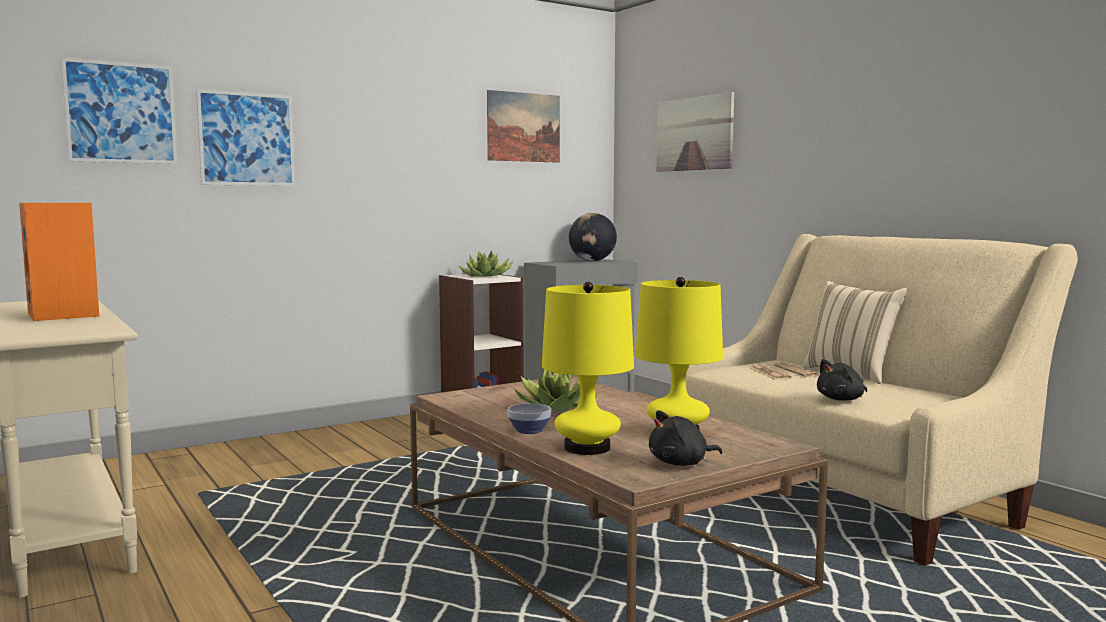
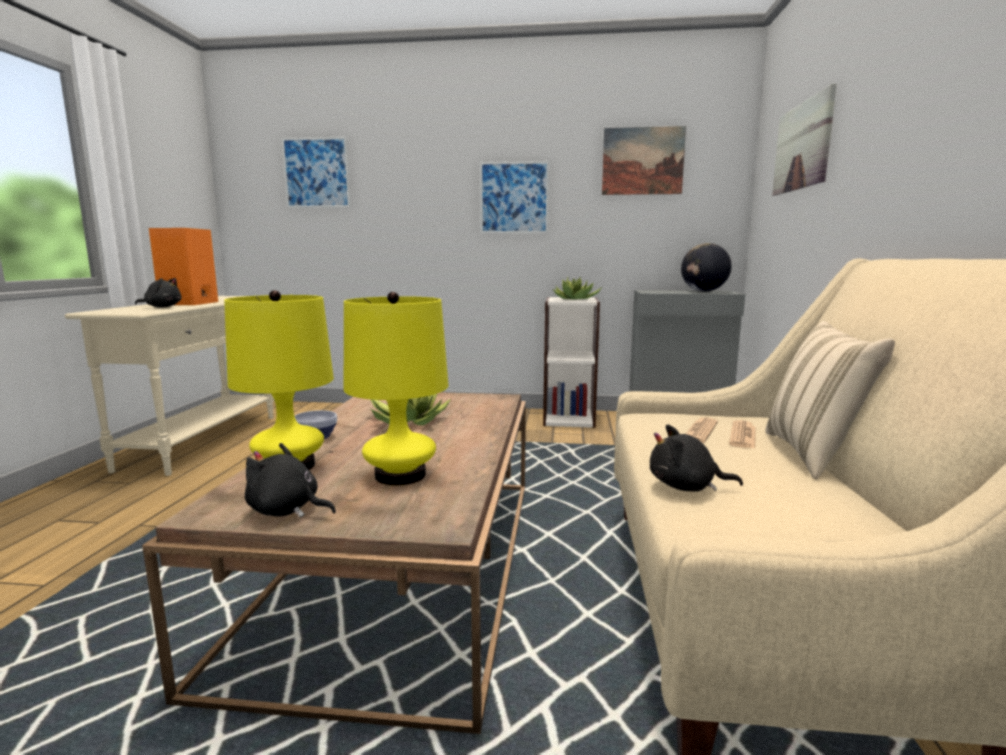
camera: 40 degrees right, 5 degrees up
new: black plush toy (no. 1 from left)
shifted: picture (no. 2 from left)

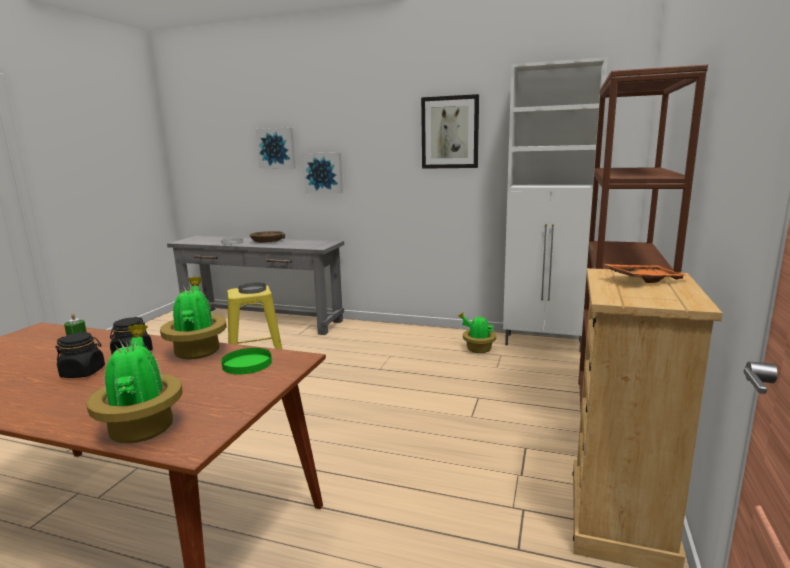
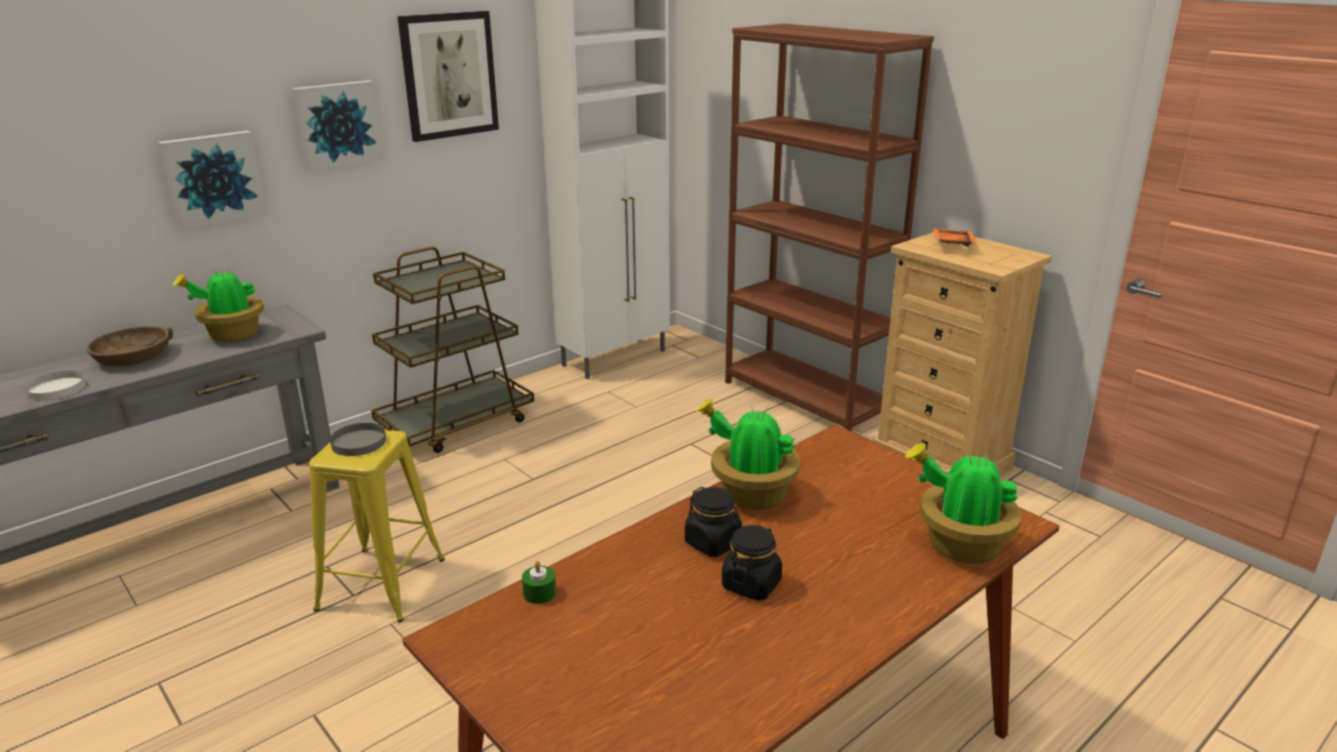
camera: 60 degrees left, 10 degrees up
gone: green plate
new: brown cart
shifted: potted plant (no. 3 from left in the first image) to potted plant (no. 1 from left); picture (no. 1 from left in the first image) to picture (no. 2 from left)

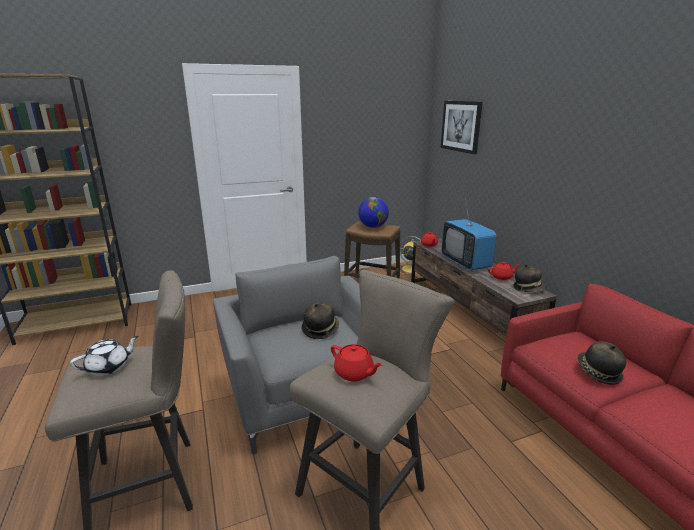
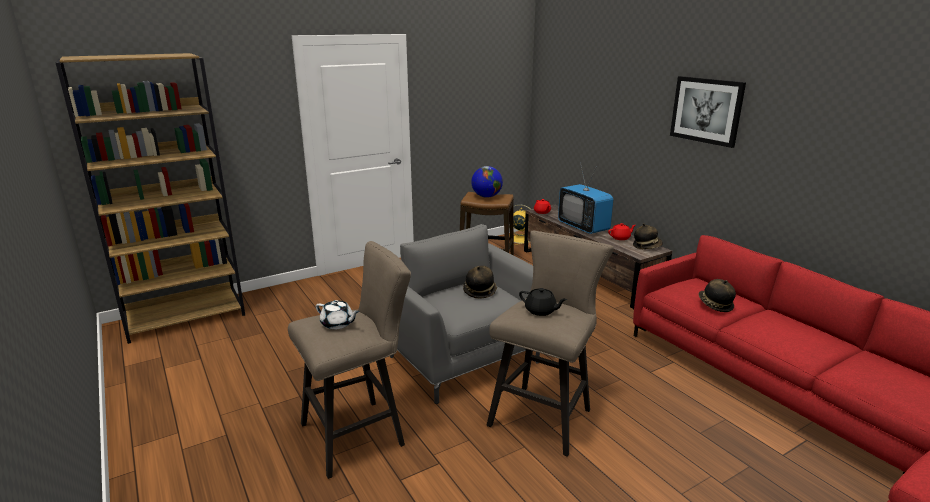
camera: 10 degrees left, 0 degrees up
shifted: picture
repainted: red teapot (no. 1 from left) to black teapot
rotated: white teapot 75 degrees clockwise

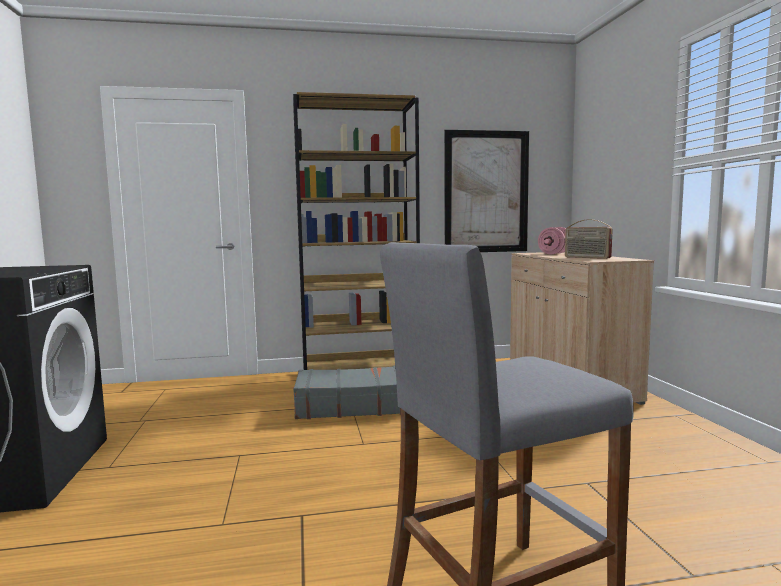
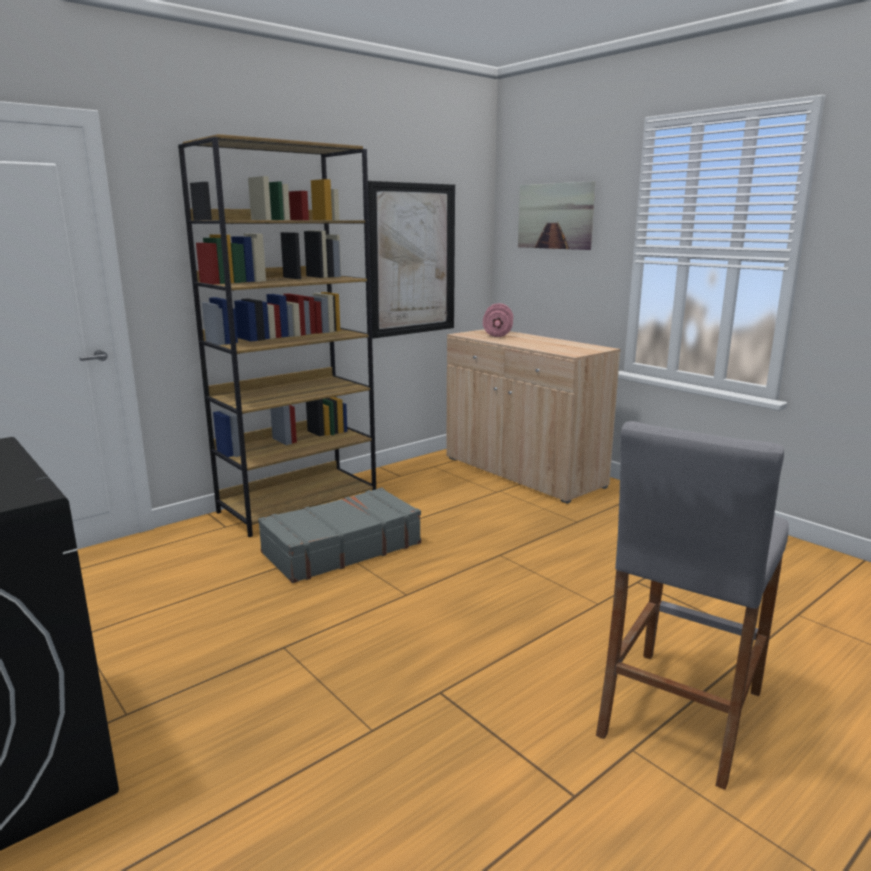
camera: 30 degrees left, 10 degrees up
gone: radio
new: picture (no. 2 from left)

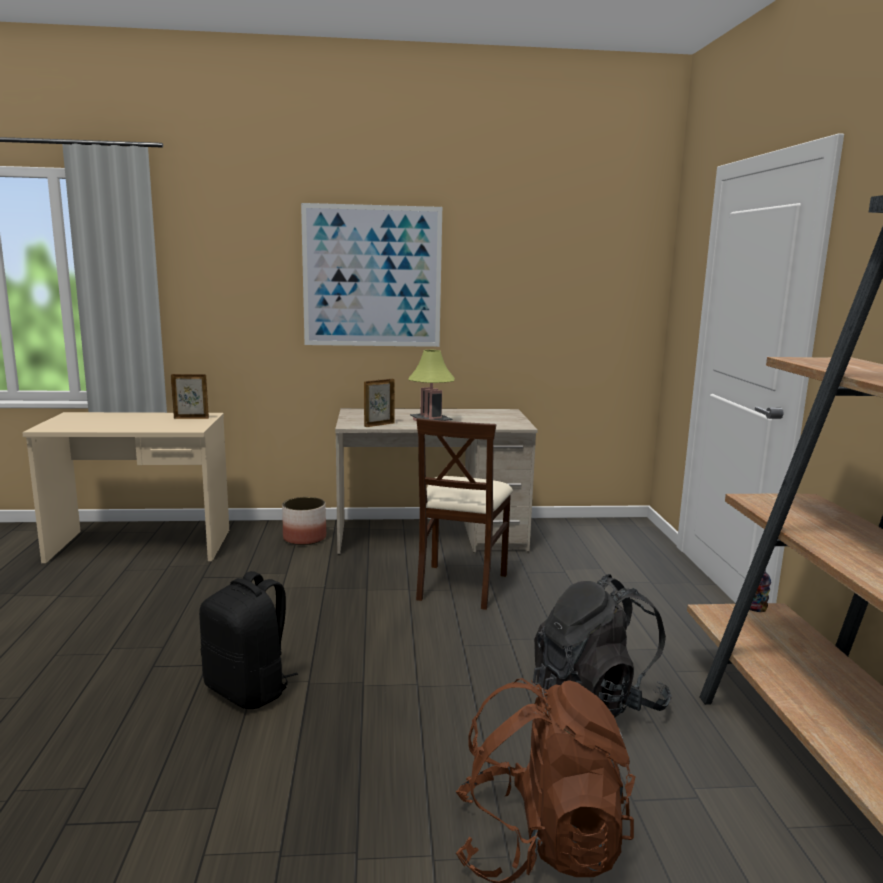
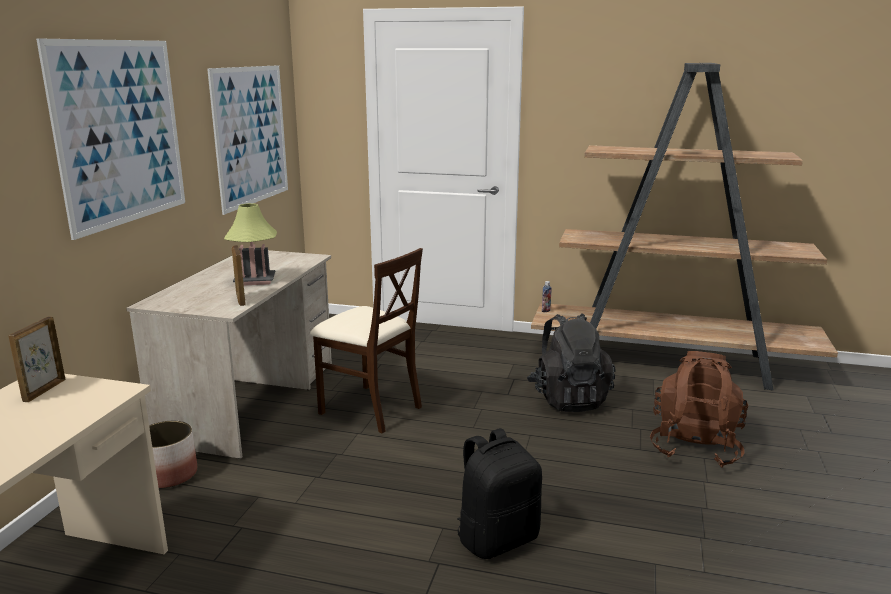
camera: 70 degrees left, 5 degrees up
new: picture (no. 2 from left)

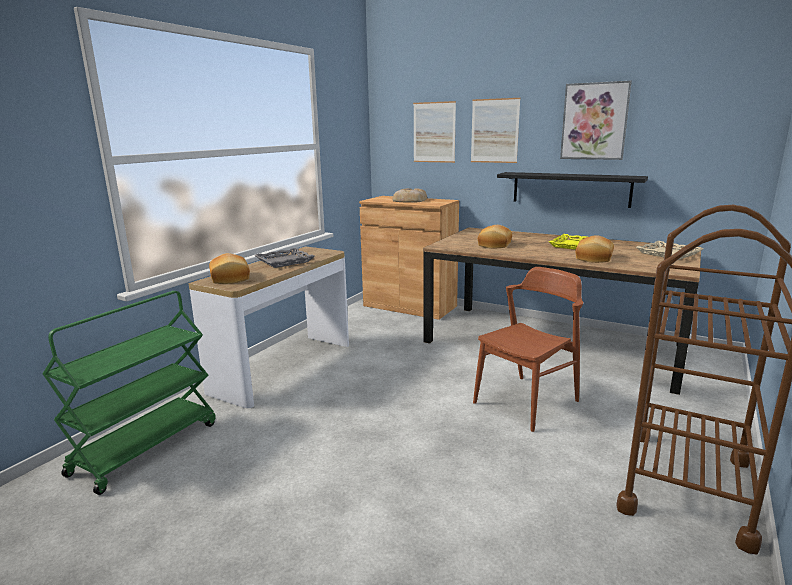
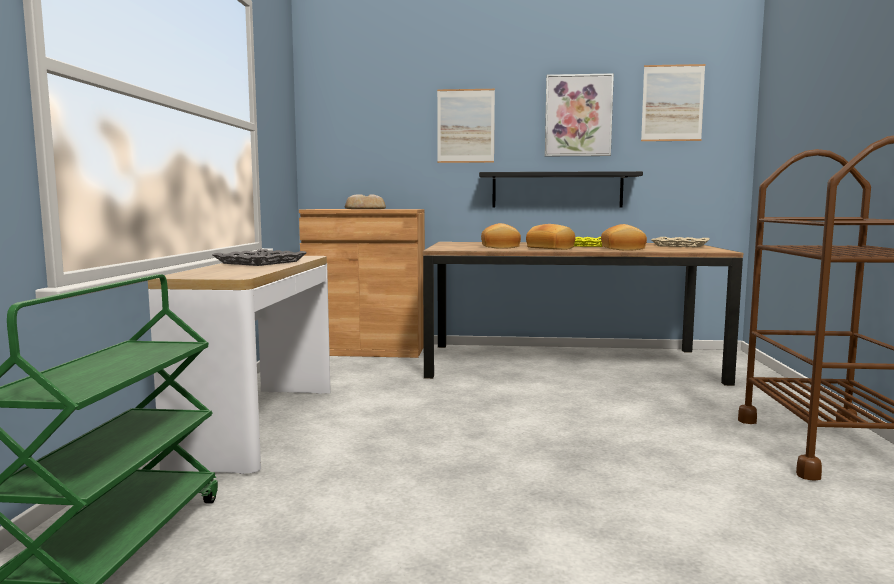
camera: 25 degrees left, 10 degrees down
gone: brown chair
shifted: bread (no. 1 from left in the first image) to bread (no. 3 from left); picture (no. 1 from left in the first image) to picture (no. 3 from left)

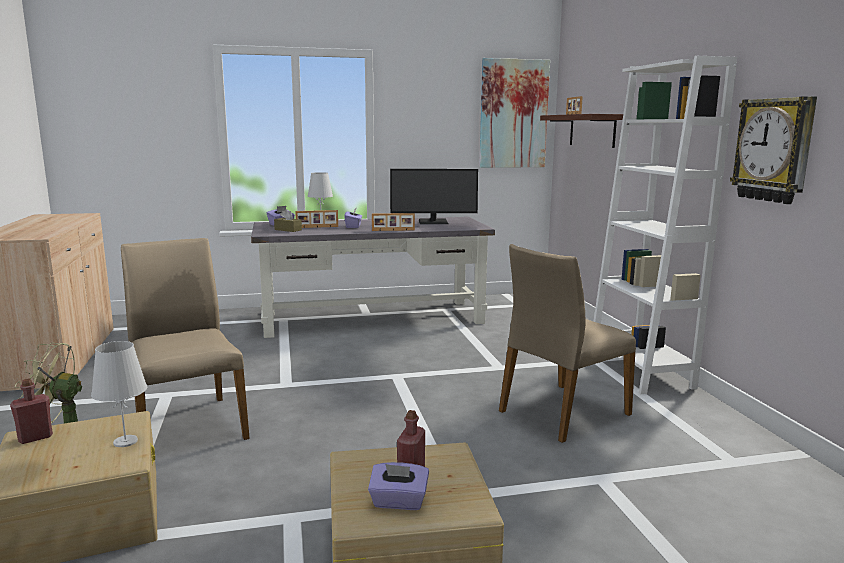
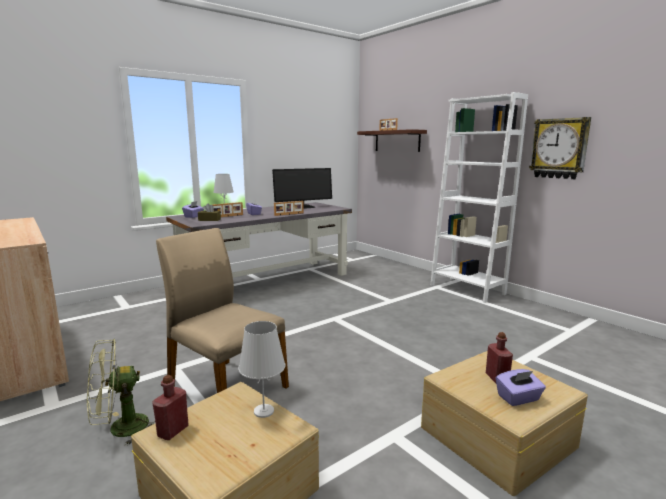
camera: 25 degrees left, 0 degrees up
gone: picture; beige chair (no. 2 from left)

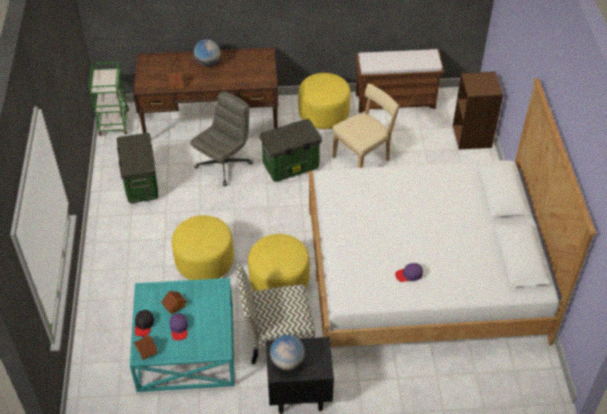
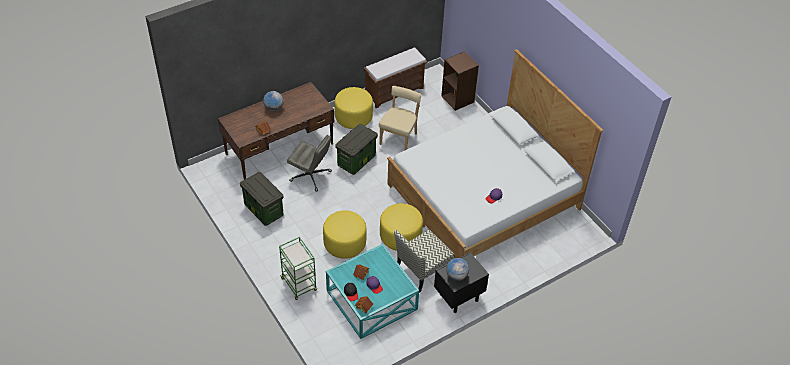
camera: 30 degrees left, 0 degrees up
shifted: green cart
rotated: grey office chair 105 degrees clockwise

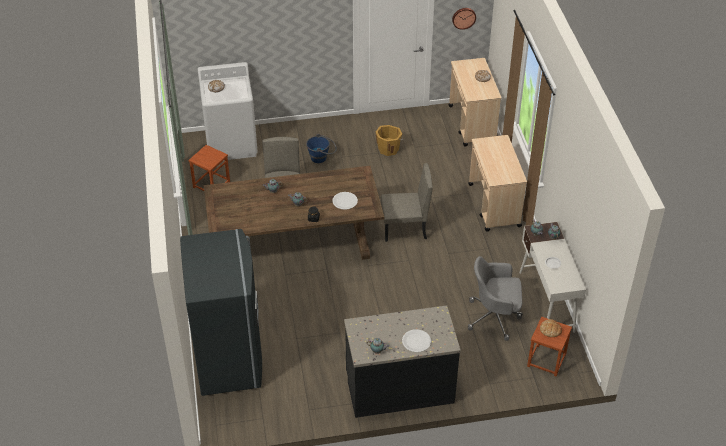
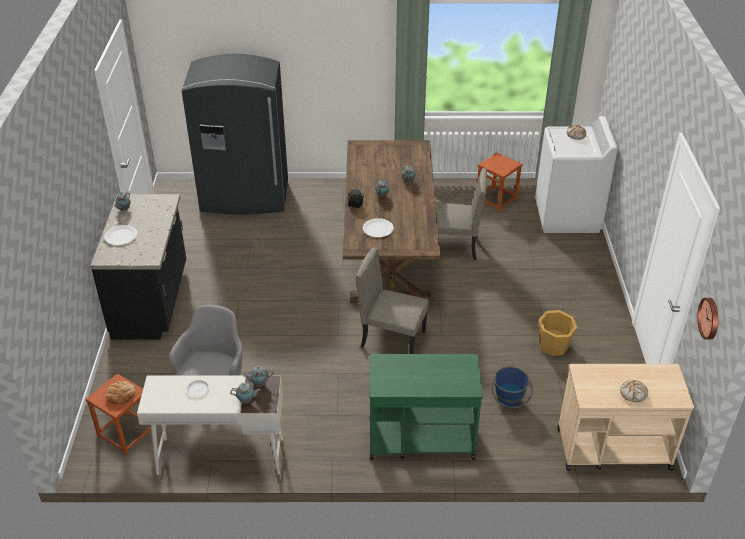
camera: 100 degrees right, 5 degrees down
shifted: blue bucket
repainted: beige cart (no. 2 from left) to green cart
rotated: beige chair (no. 2 from left in the first image) 105 degrees clockwise

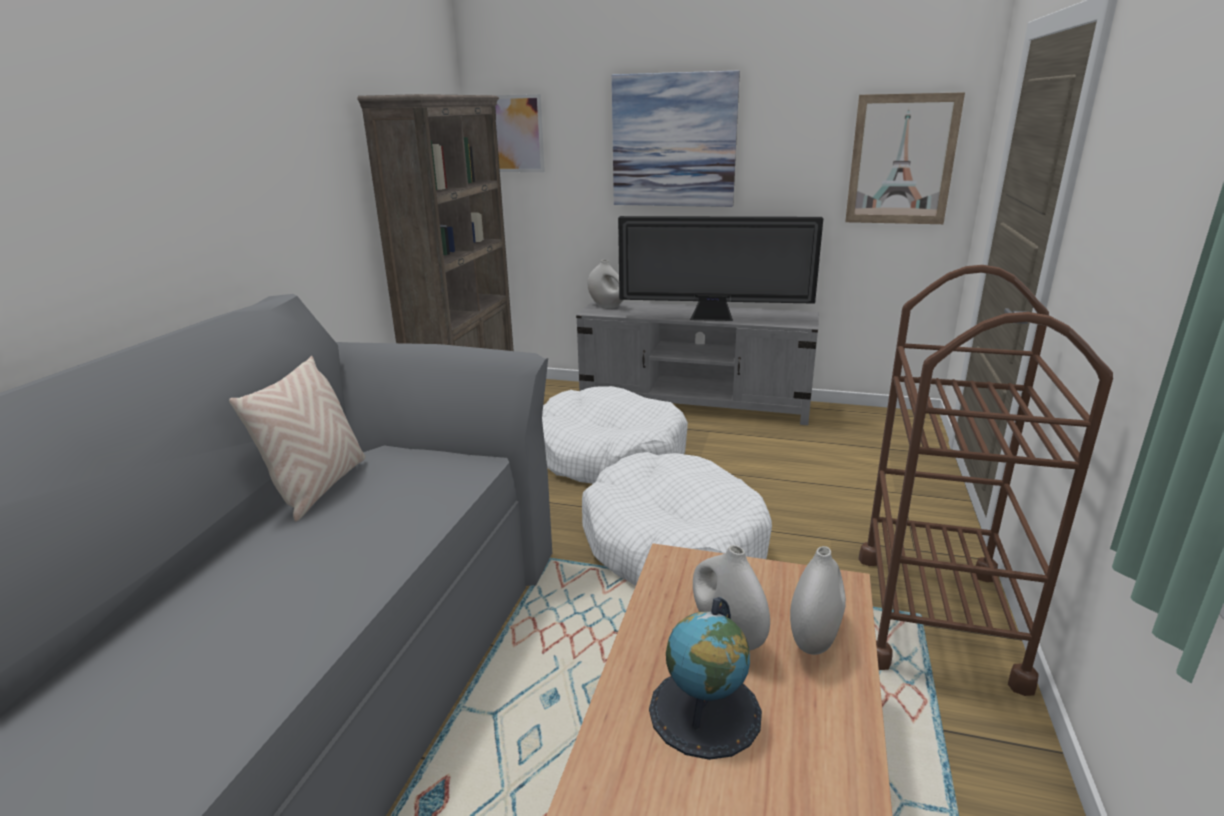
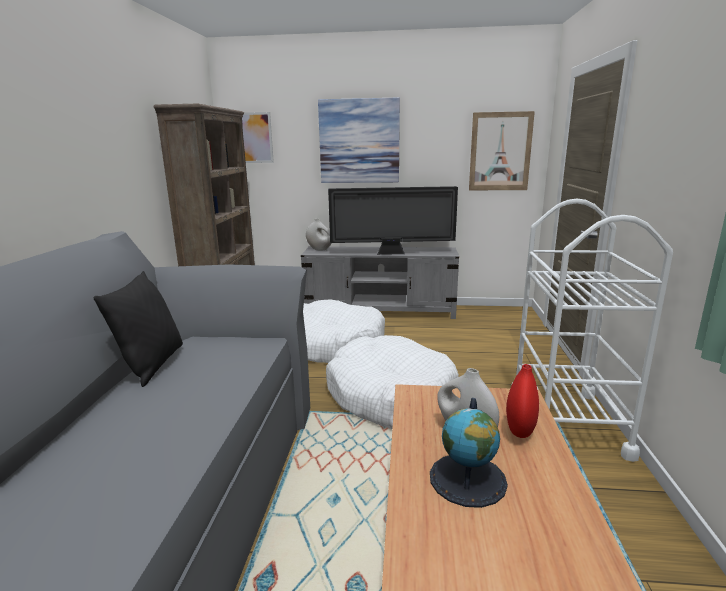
camera: 10 degrees left, 5 degrees down
repainted: beige pillow to black pillow; white vase (no. 3 from left) to red vase; brown cart to white cart

